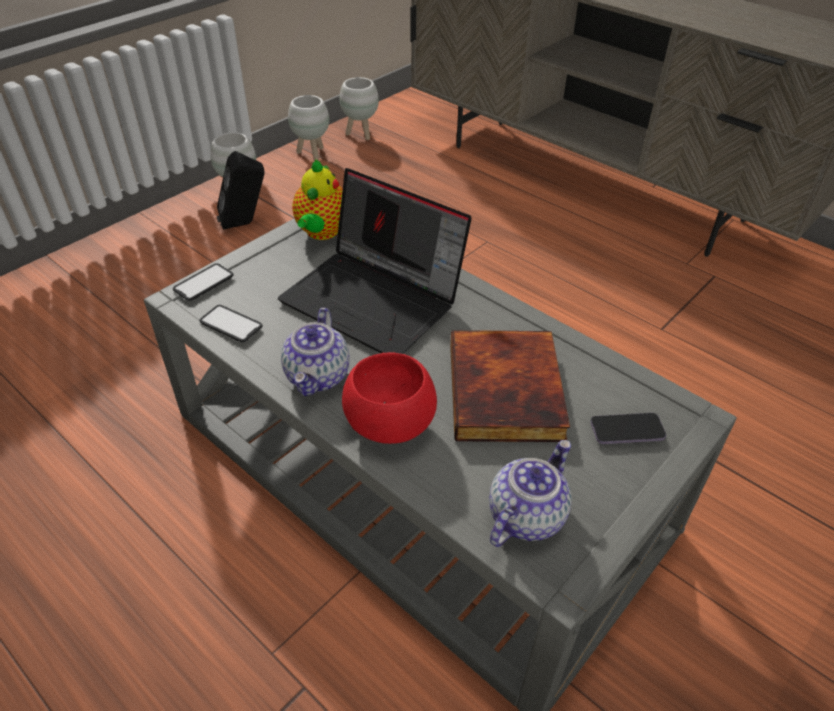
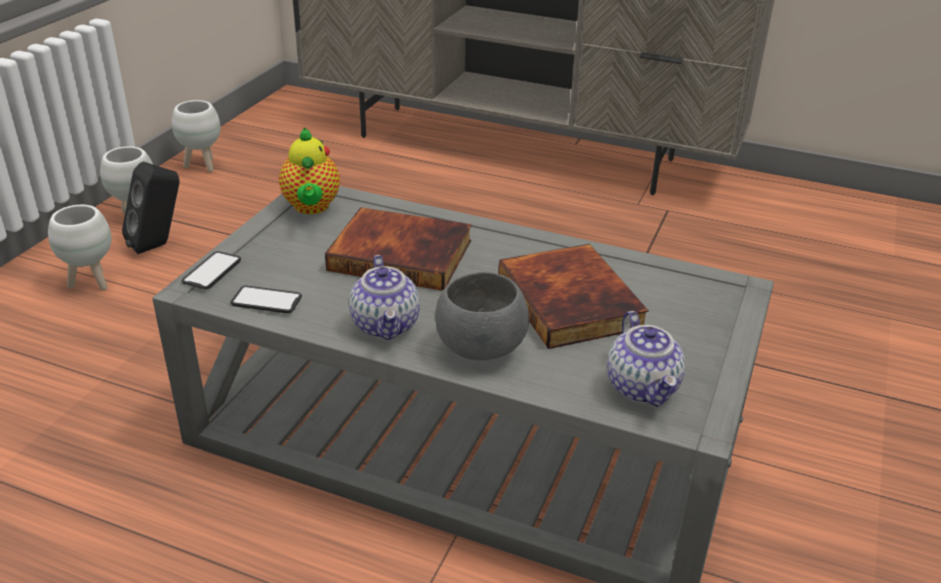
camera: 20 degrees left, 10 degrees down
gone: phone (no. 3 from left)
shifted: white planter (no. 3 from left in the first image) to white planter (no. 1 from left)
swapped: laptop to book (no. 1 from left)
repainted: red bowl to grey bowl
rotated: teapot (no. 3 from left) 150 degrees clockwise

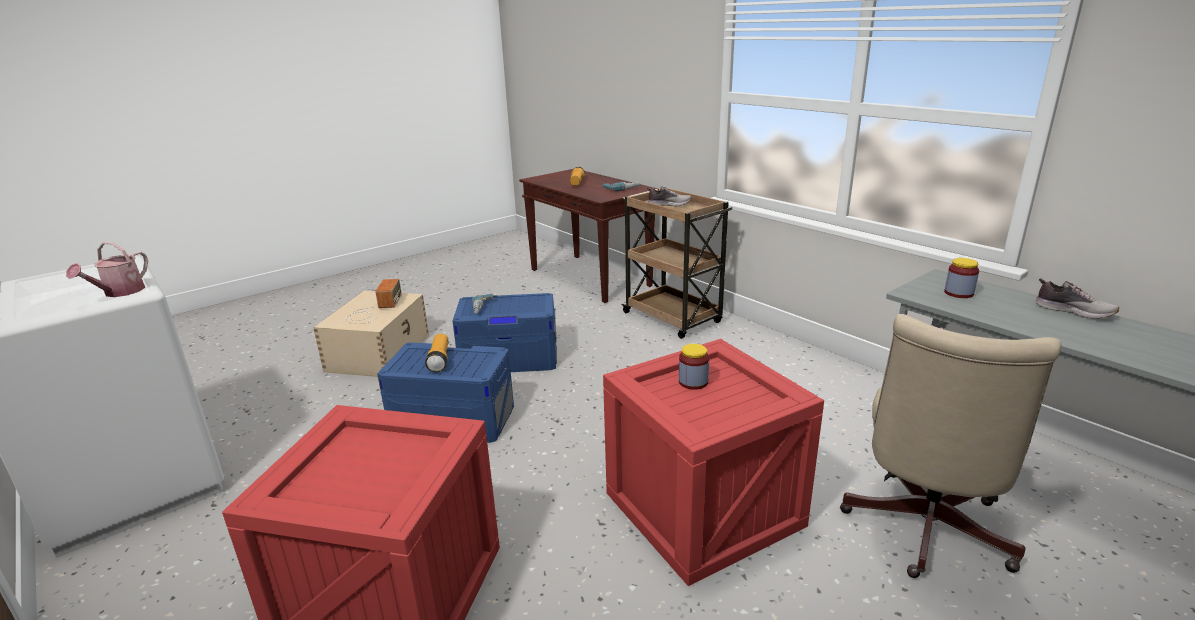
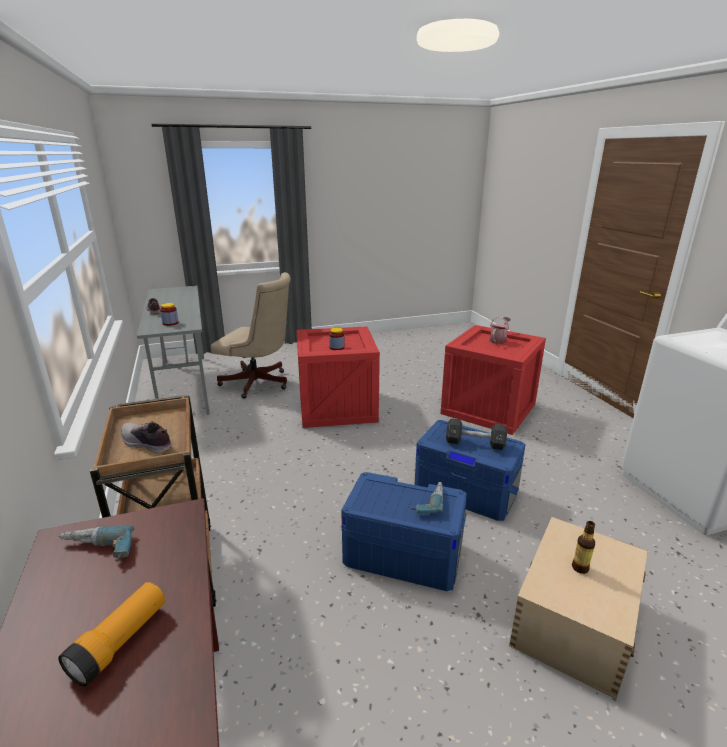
camera: 160 degrees left, 0 degrees up
shifted: watering can
swapped: flashlight (no. 1 from left) to black dumbbell; radio to bottle
rotated: beige office chair 60 degrees clockwise

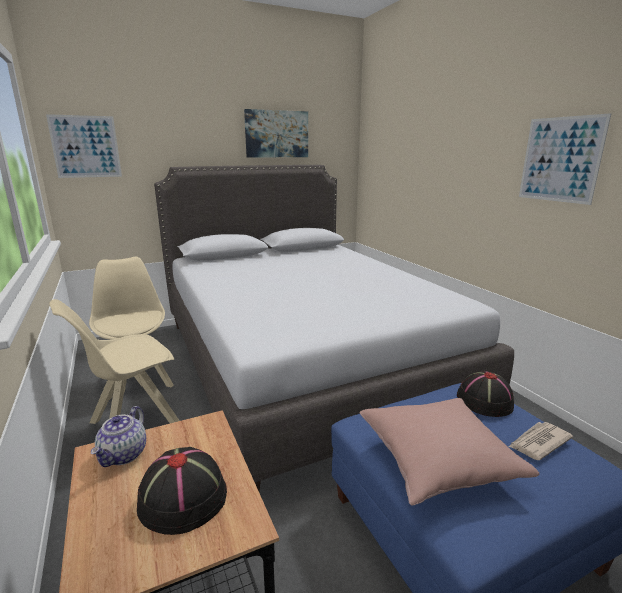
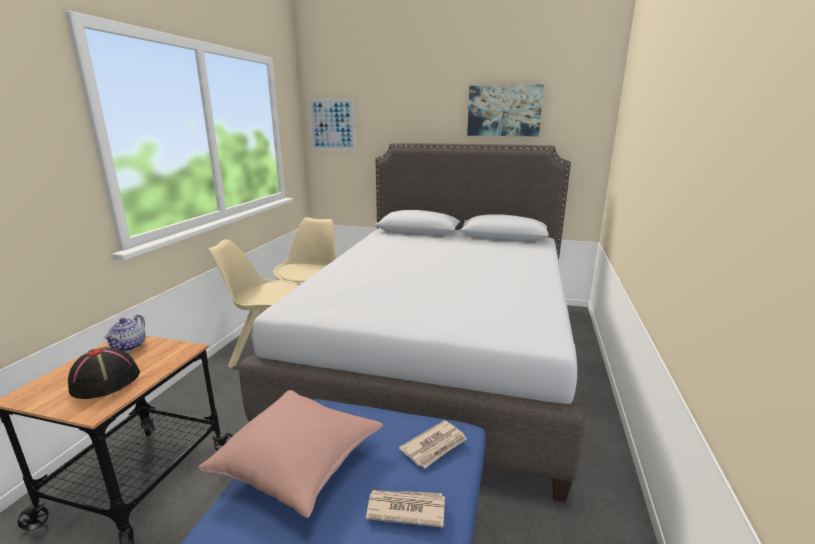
camera: 40 degrees right, 0 degrees up
gone: picture (no. 3 from left)
swapped: black hat (no. 2 from left) to newspaper (no. 2 from left)
rotated: teapot 45 degrees counterclockwise

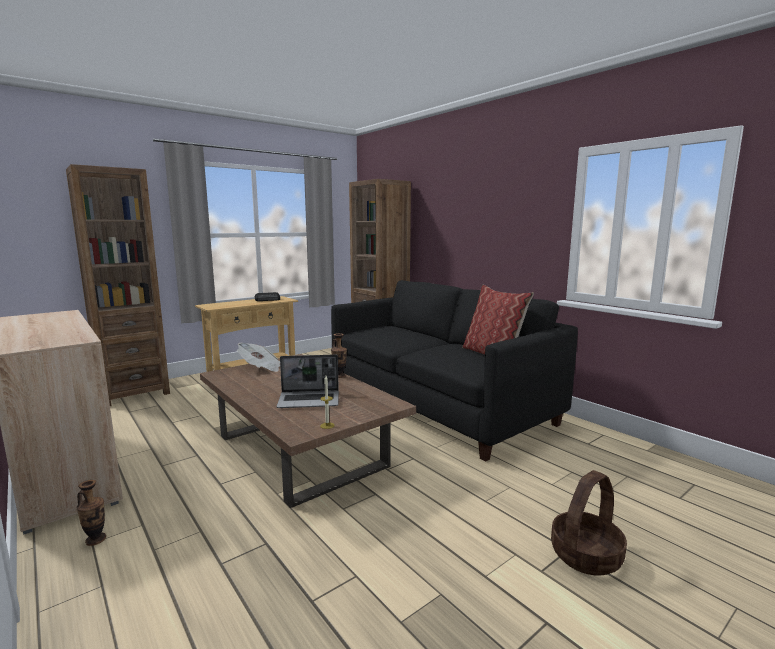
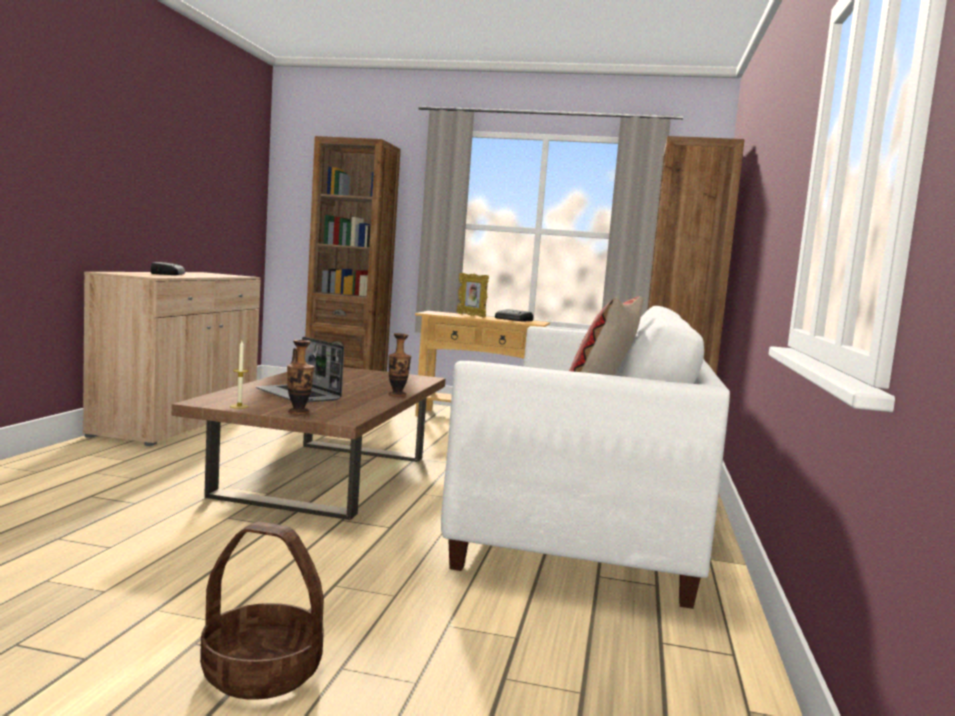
camera: 50 degrees right, 5 degrees down
gone: newspaper
new: radio (no. 1 from left); picture frame
shifted: vase (no. 1 from left)
repainted: black sofa to white sofa

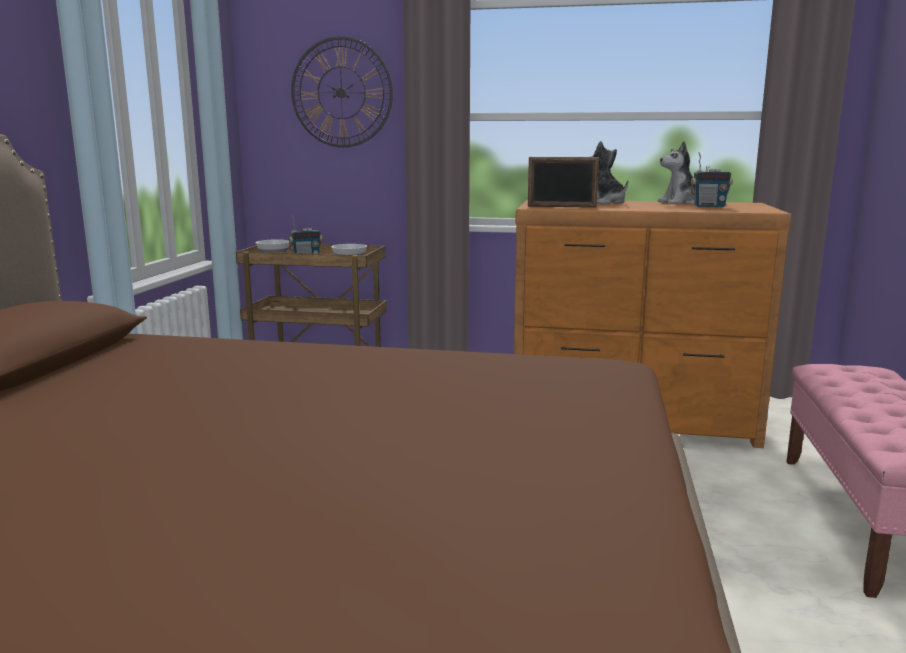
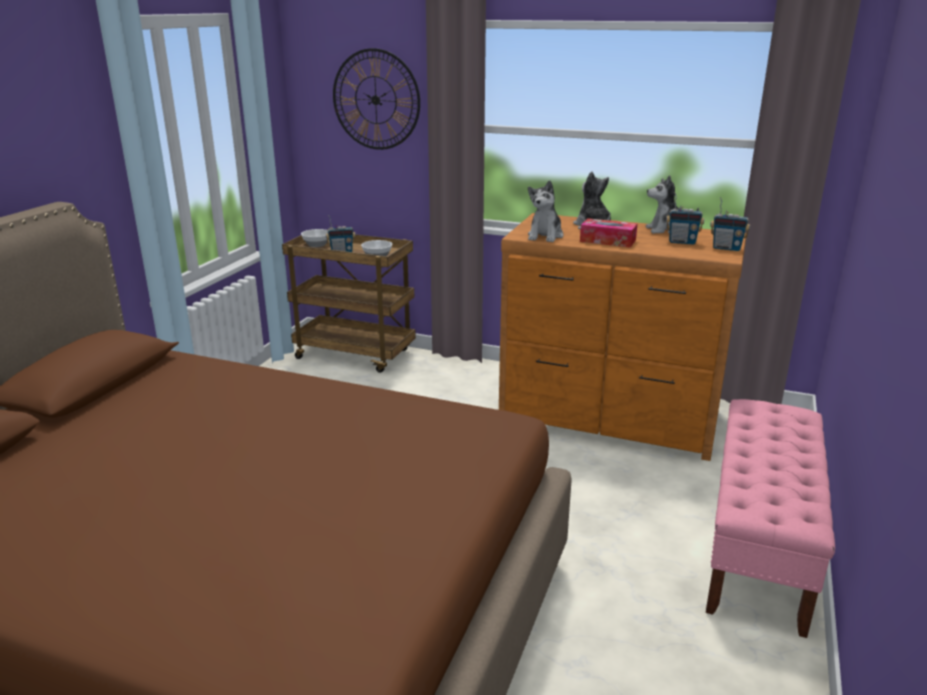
camera: 10 degrees right, 10 degrees up
new: tissue box; radio (no. 3 from left)
swapped: picture frame to plush toy (no. 1 from left)

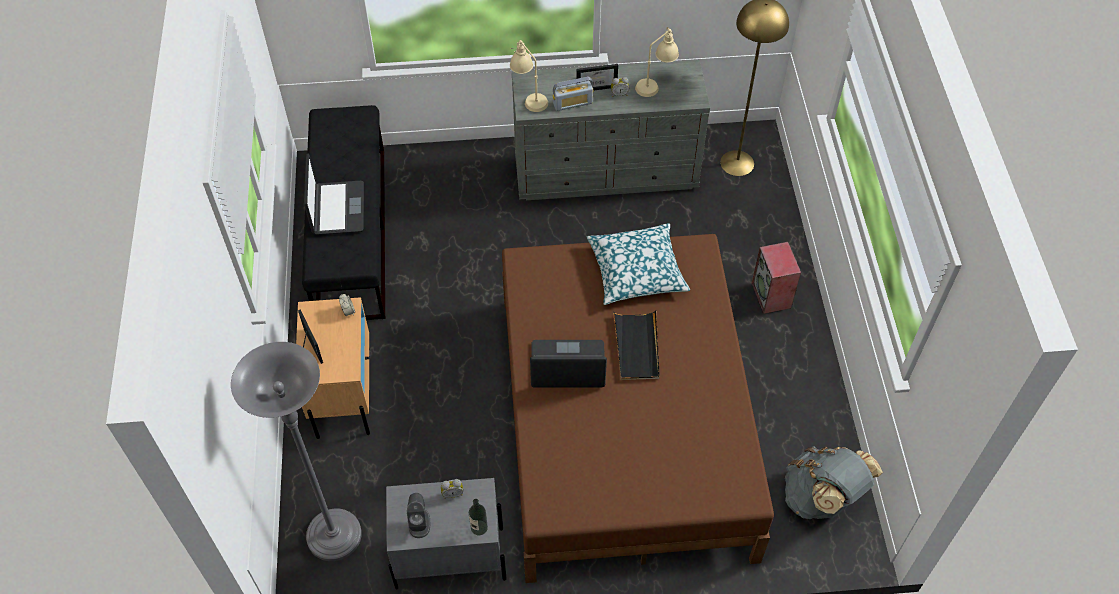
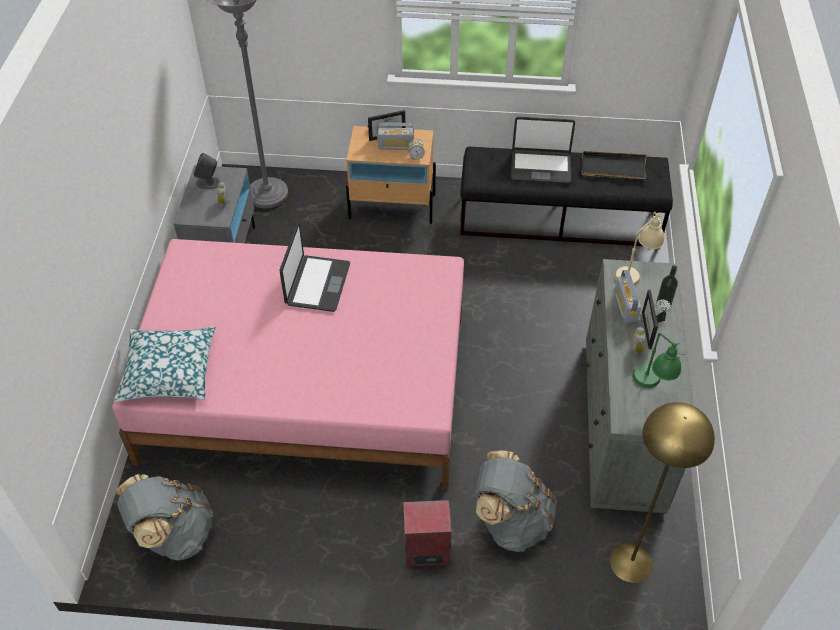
camera: 100 degrees right, 5 degrees down
new: radio (no. 1 from left); grey backpack (no. 2 from left)
shifted: pillow; black tray; bottle
repainted: brown bed to pink bed; beige table lamp (no. 2 from left) to green table lamp

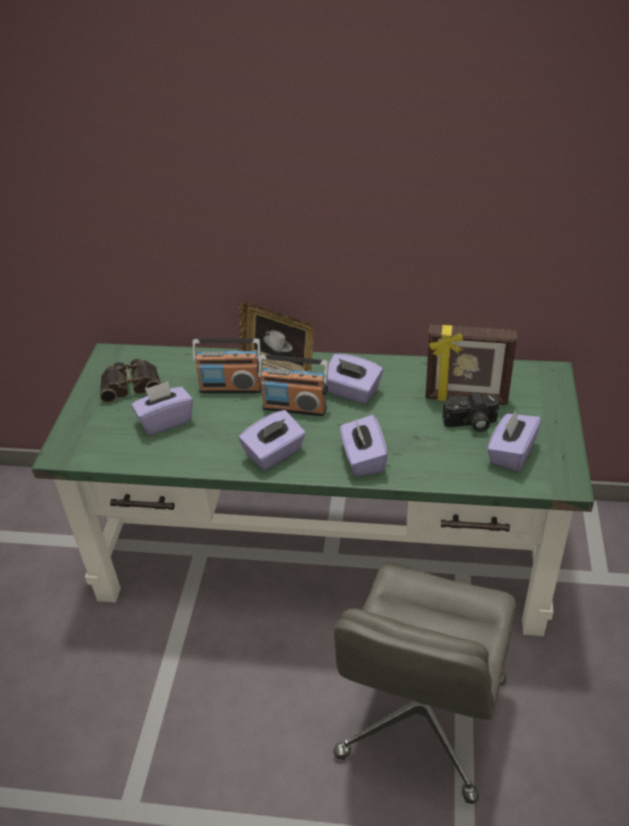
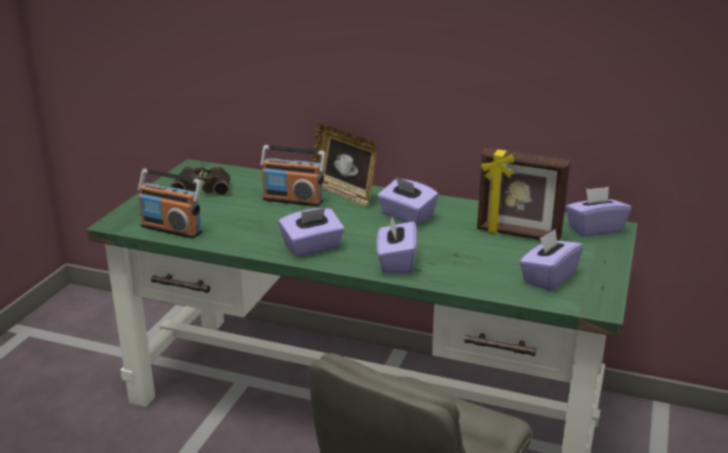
camera: 10 degrees right, 15 degrees down
gone: photo camera
shifted: radio (no. 2 from left in the first image) to radio (no. 1 from left); purple tissue box (no. 1 from left in the first image) to purple tissue box (no. 5 from left)

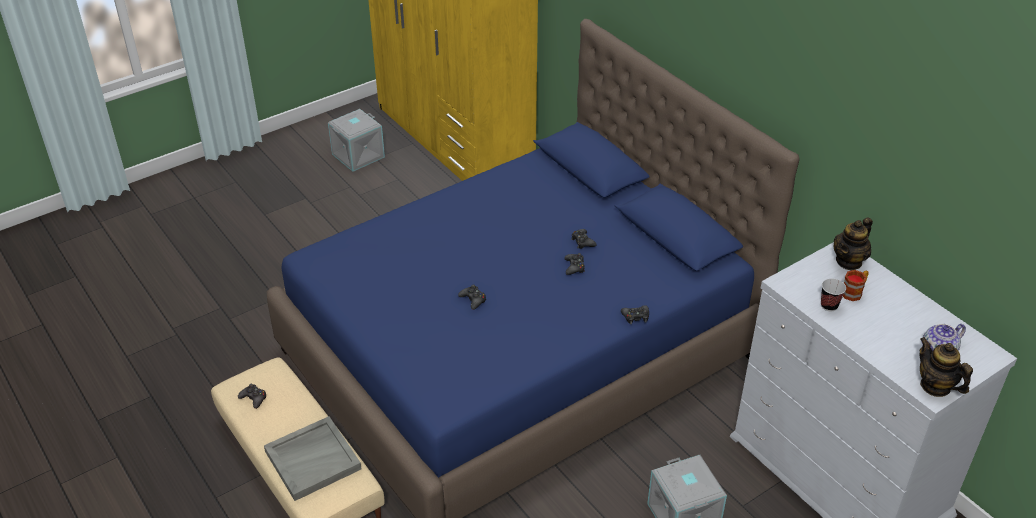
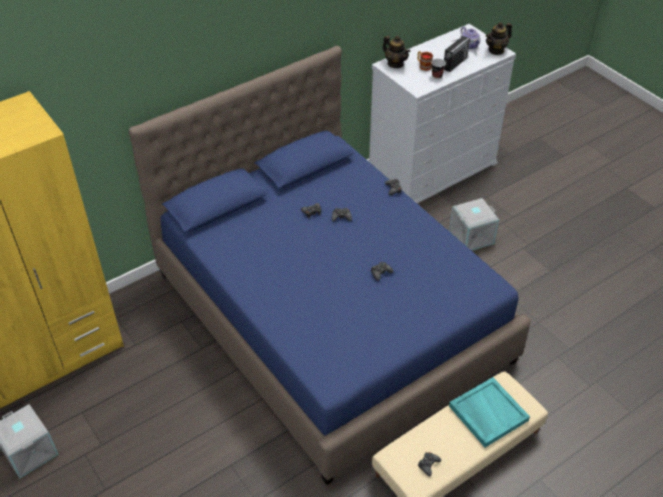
camera: 90 degrees left, 5 degrees up
new: radio
repainted: grey tray to turquoise tray

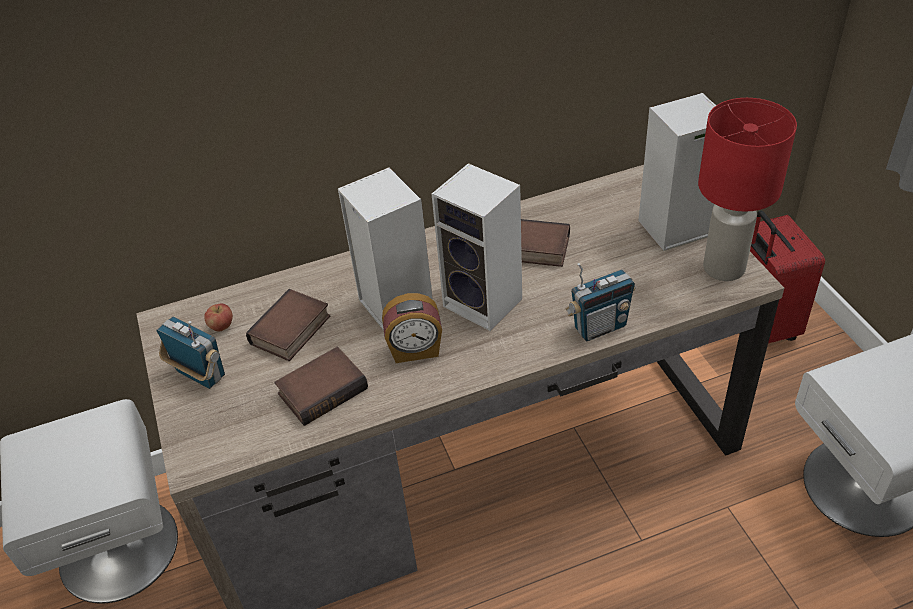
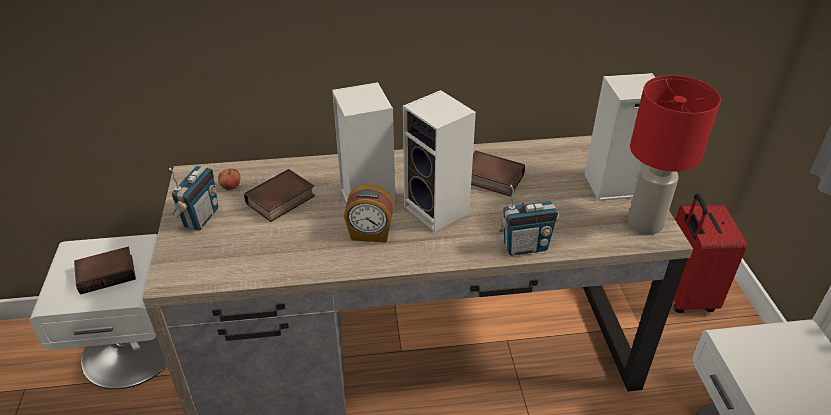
camera: 10 degrees right, 5 degrees down
shifted: book (no. 2 from left in the first image) to book (no. 1 from left)
rotated: radio (no. 1 from left) 60 degrees clockwise

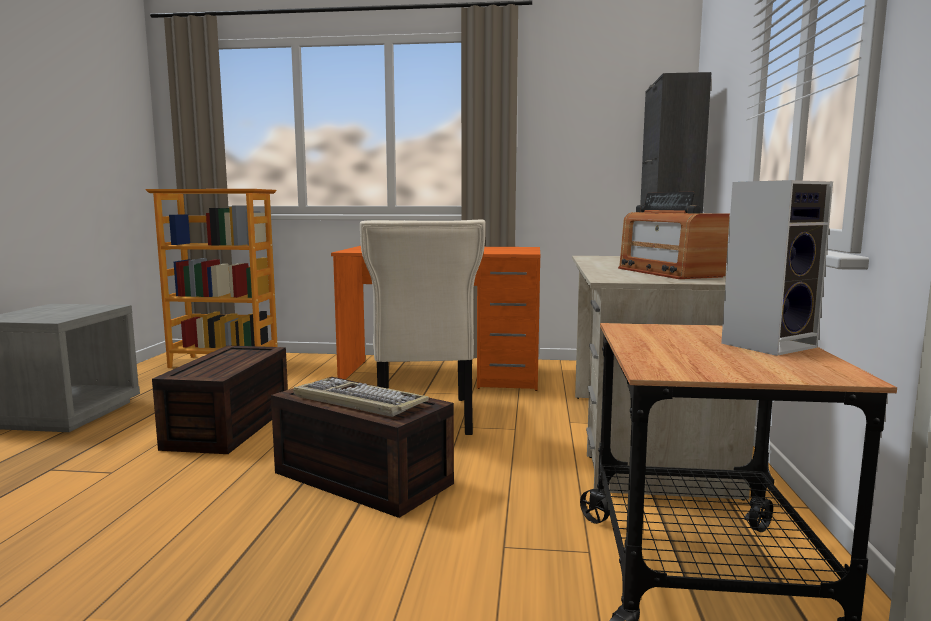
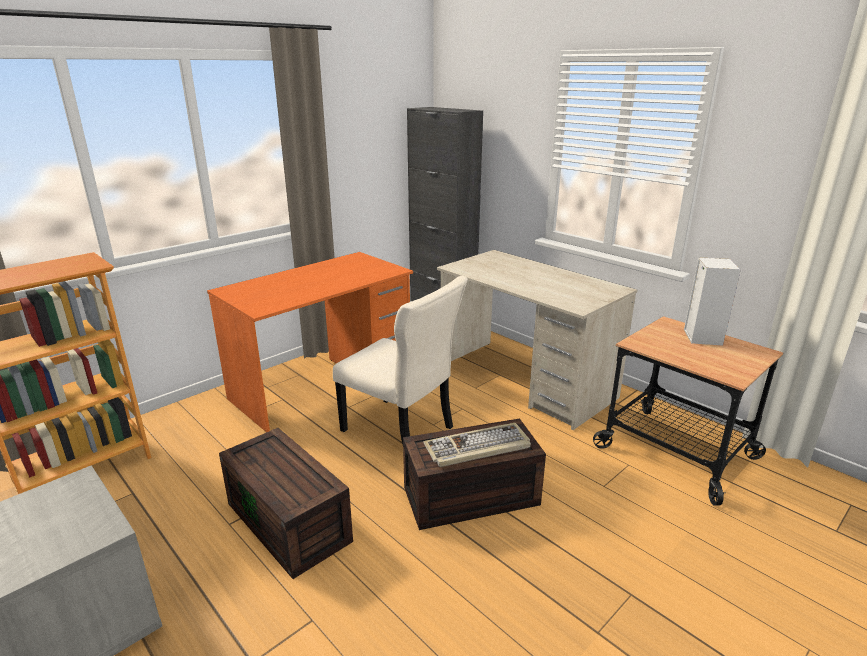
camera: 50 degrees left, 15 degrees up
gone: radio

